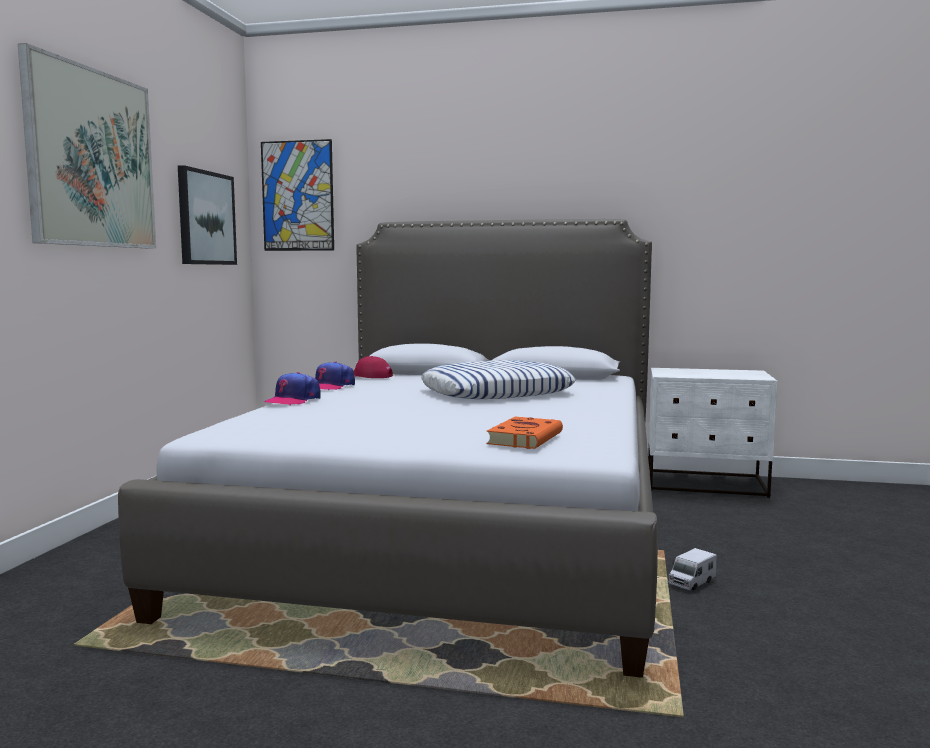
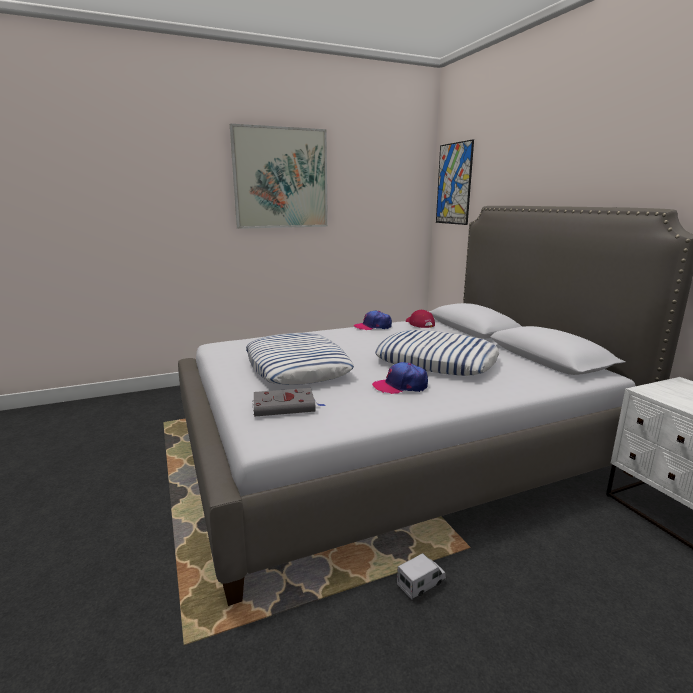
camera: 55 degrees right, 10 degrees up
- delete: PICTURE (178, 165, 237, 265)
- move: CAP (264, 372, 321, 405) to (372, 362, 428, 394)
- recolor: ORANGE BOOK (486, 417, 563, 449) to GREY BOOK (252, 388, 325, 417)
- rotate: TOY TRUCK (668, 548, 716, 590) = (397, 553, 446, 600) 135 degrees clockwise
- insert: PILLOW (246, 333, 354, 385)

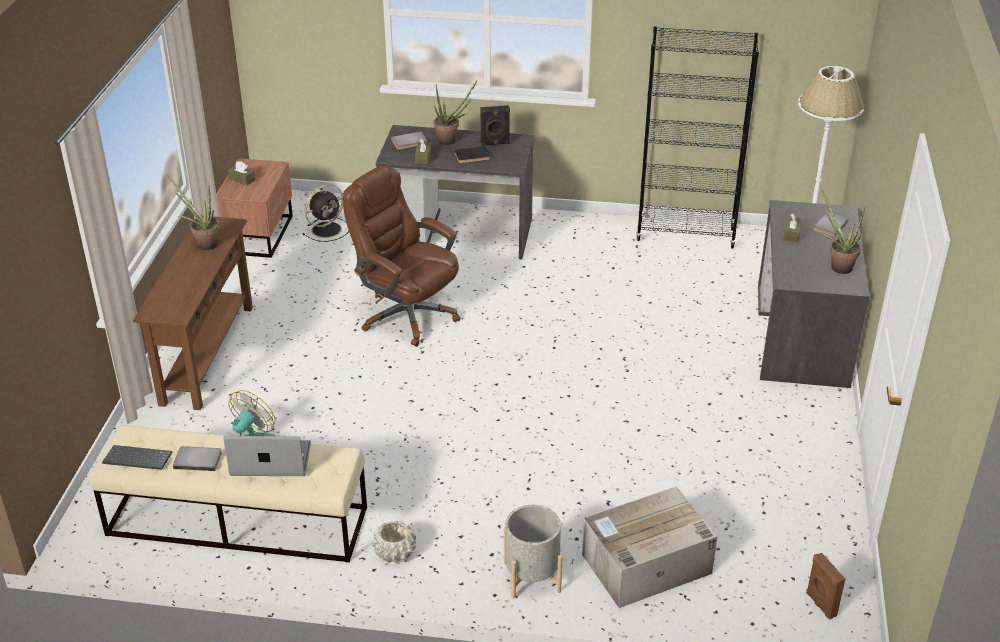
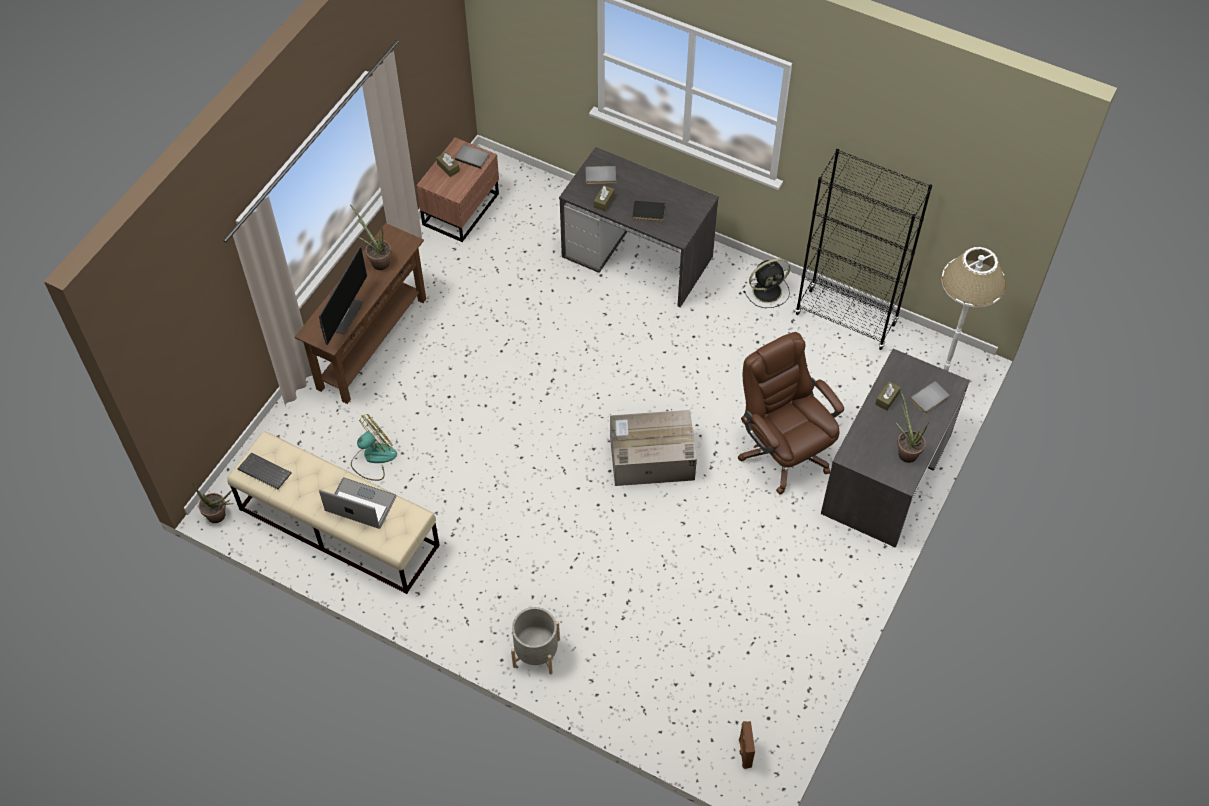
camera: 20 degrees right, 20 degrees up
- move: GREY BOOK (173, 446, 222, 471) to (455, 145, 489, 169)
- move: BLACK FAN (303, 184, 349, 242) to (743, 259, 790, 308)
- move: BROWN OFFICE CHAIR (343, 166, 460, 347) to (738, 332, 844, 495)
- delete: BEIGE PLANTER (372, 521, 416, 563)
- move: POTTED PLANT (434, 81, 477, 145) to (192, 483, 234, 523)
- delete: BLACK SPEAKER (480, 105, 510, 146)
- move: CARDBOARD BOX (582, 486, 717, 608) to (610, 410, 697, 486)
- insert: MONITOR (319, 246, 367, 345)

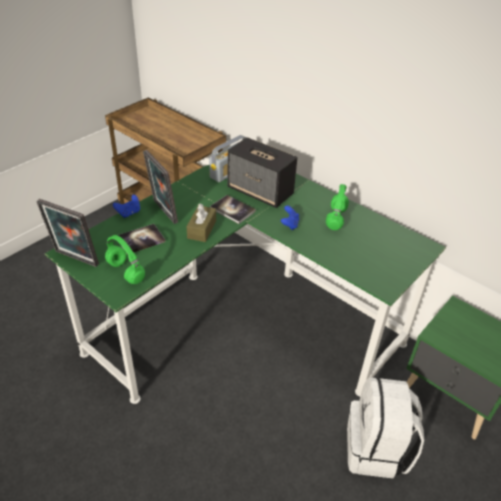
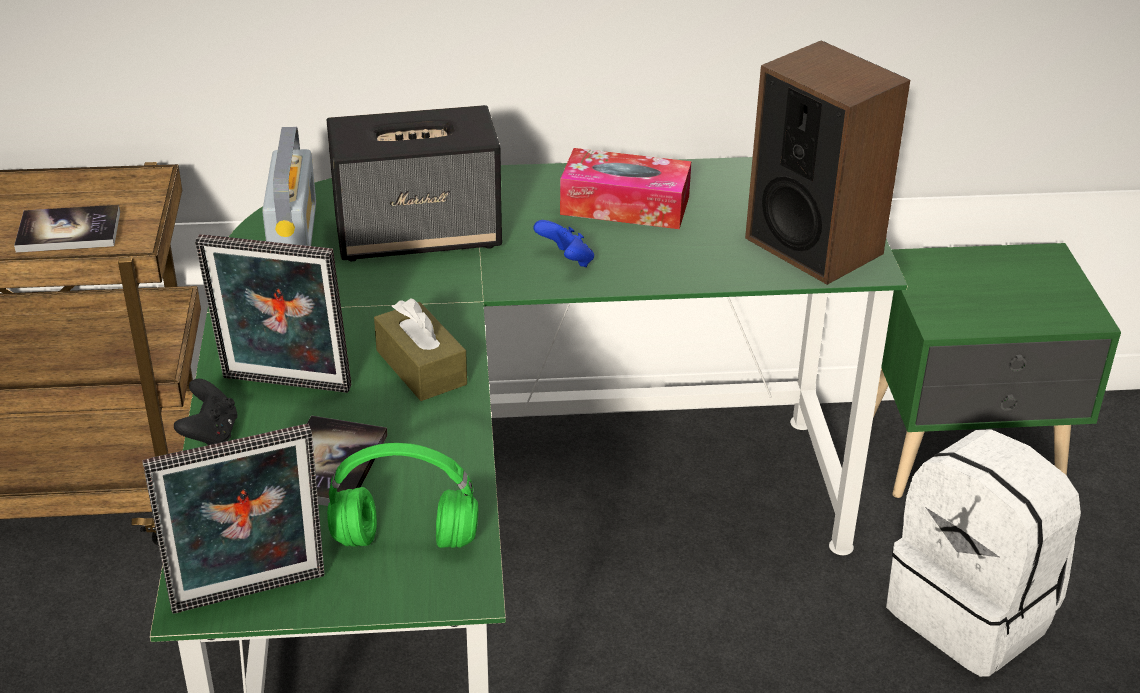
camera: 45 degrees left, 5 degrees down
- recolor: BLUE GAME CONTROLLER (113, 195, 140, 218) to BLACK GAME CONTROLLER (174, 379, 237, 445)
- move: BOOK (210, 195, 256, 224) to (14, 205, 120, 253)
- replace: GREEN HEADPHONES (326, 184, 349, 230) to TISSUE BOX (560, 148, 691, 229)
- insert: SPEAKER (745, 40, 910, 285)

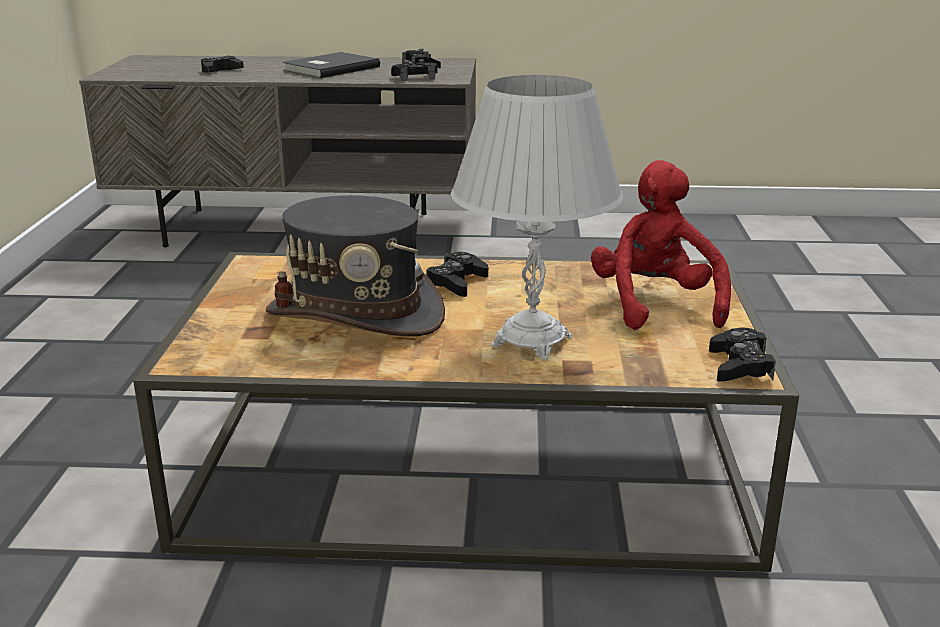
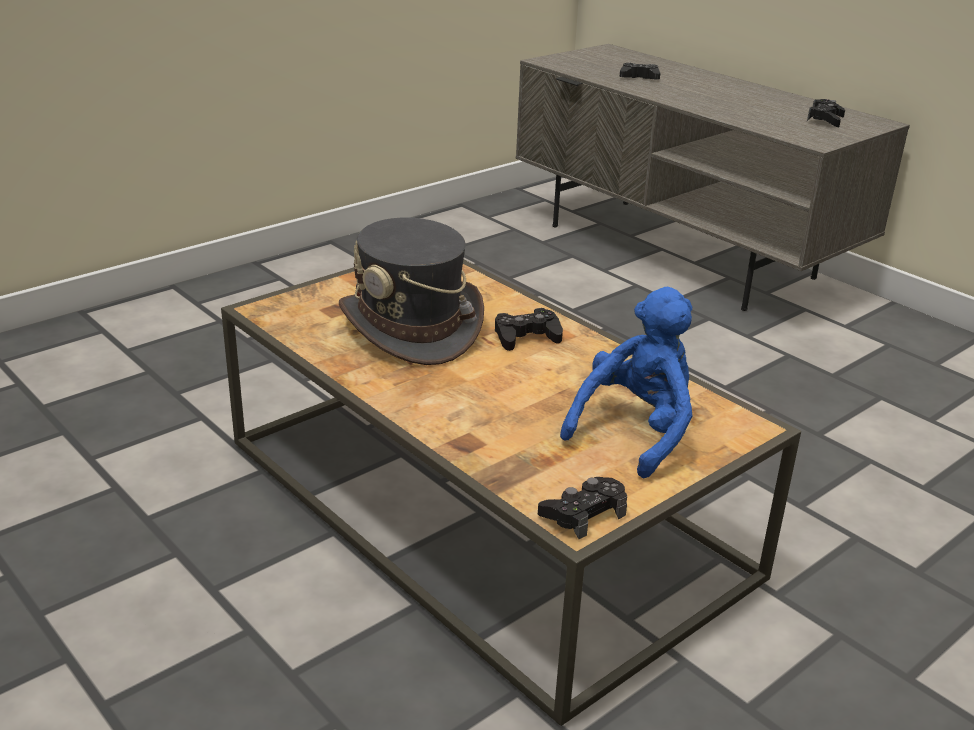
camera: 45 degrees right, 5 degrees up
- delete: GREY BOOK (283, 52, 380, 78)
- delete: BLACK GAME CONTROLLER (391, 59, 437, 81)
- delete: WHITE TABLE LAMP (451, 75, 623, 360)
- recolor: RED PLUSH TOY (591, 160, 731, 330) to BLUE PLUSH TOY (560, 287, 692, 479)

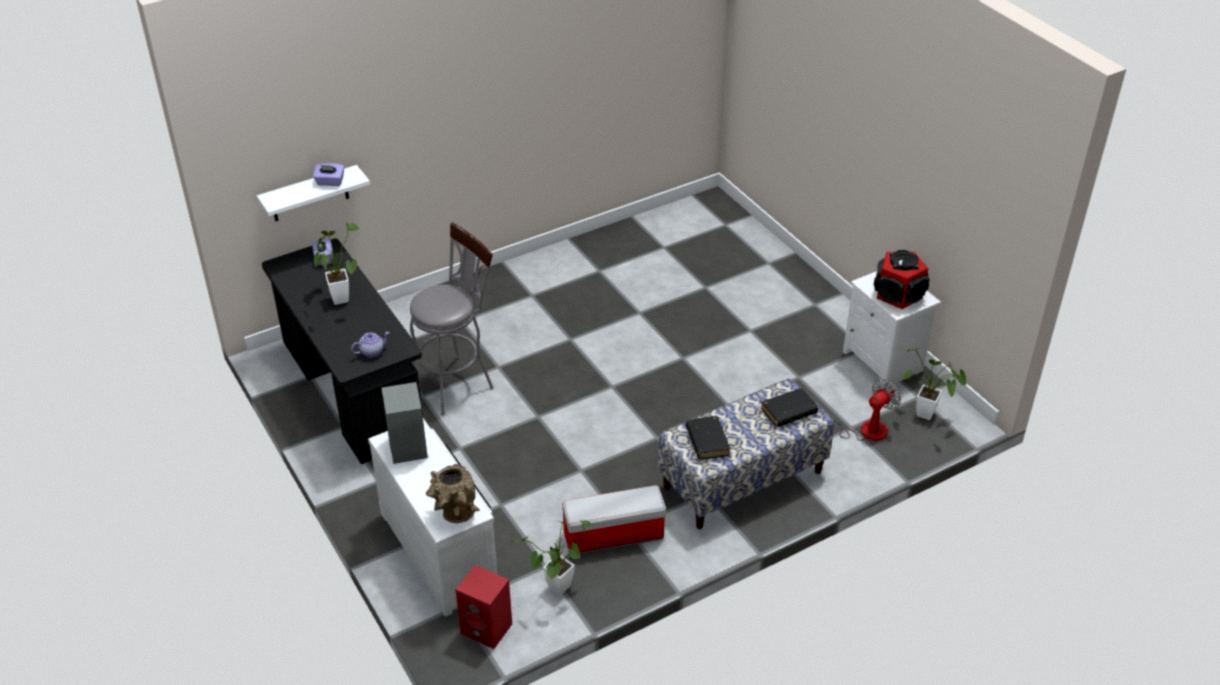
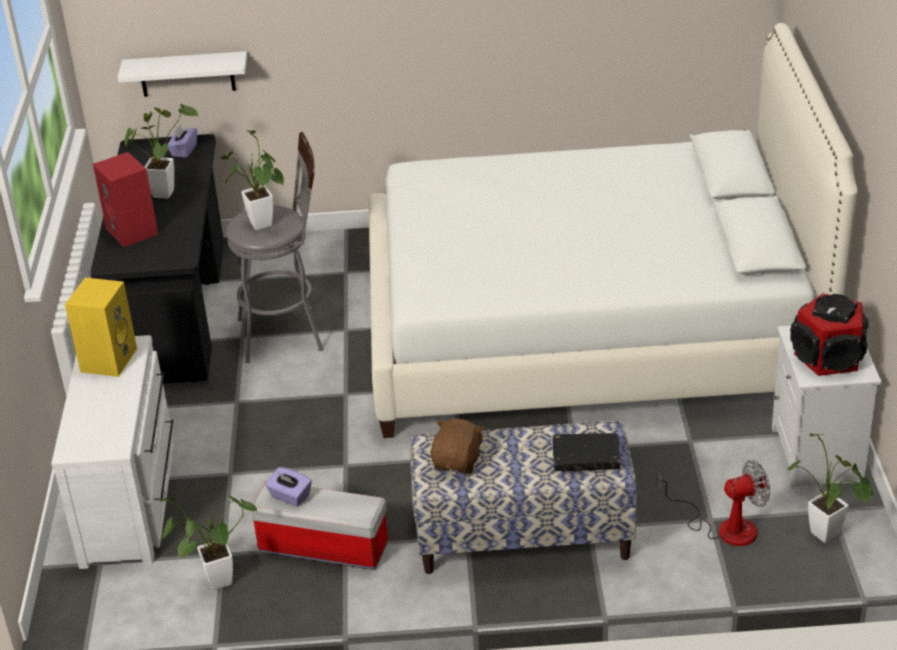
camera: 30 degrees right, 5 degrees down
- move: PURPLE TISSUE BOX (313, 163, 344, 186) to (266, 467, 312, 506)
- delete: TEAPOT (351, 332, 389, 358)
- recolor: GREY SPEAKER (382, 382, 428, 464) to YELLOW SPEAKER (65, 278, 137, 377)
- delete: BROWN VASE (426, 464, 480, 523)
- move: RED SPEAKER (455, 565, 512, 649) to (93, 152, 158, 247)
- replace: BLACK BOOK (686, 416, 730, 459) to BROWN PLUSH TOY (431, 419, 485, 474)
- insert: POTTED PLANT (221, 130, 284, 230)
- insert: WHITE BED (369, 23, 858, 438)

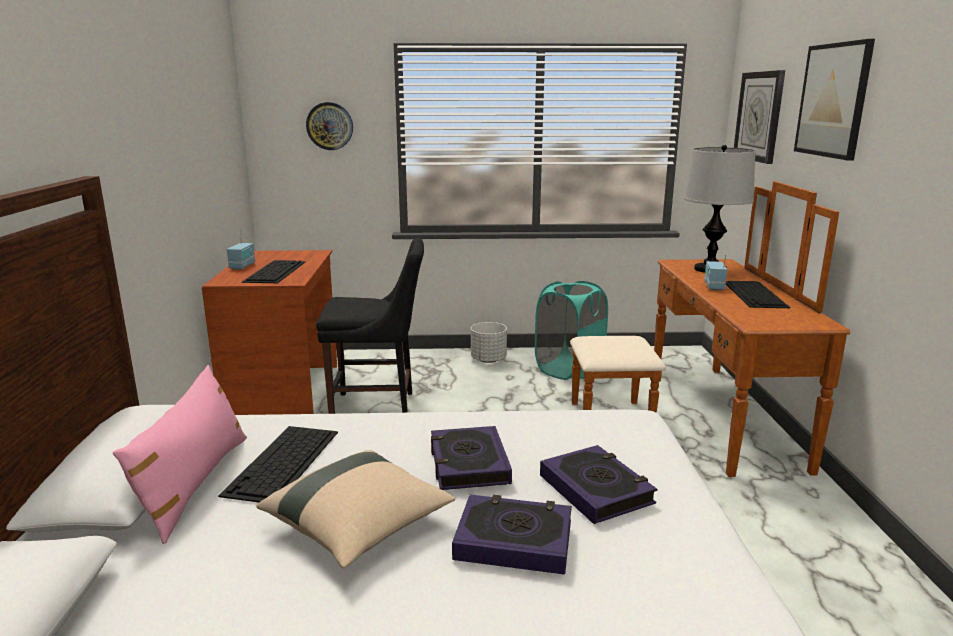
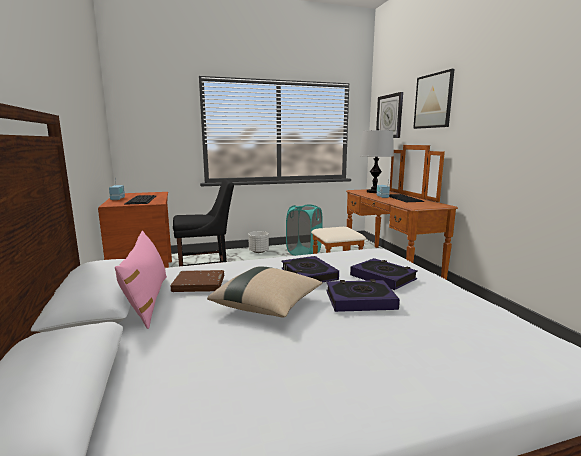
camera: 15 degrees left, 5 degrees down
- replace: KEYBOARD (218, 426, 338, 502) to BROWN BOOK (171, 270, 224, 292)
- delete: WALL CLOCK (306, 102, 353, 150)

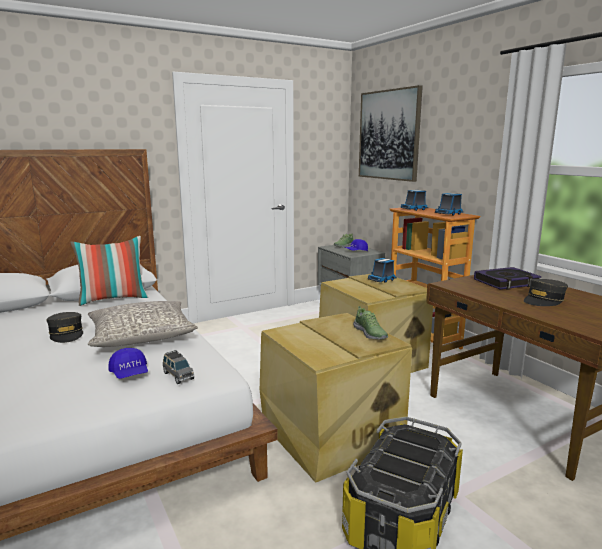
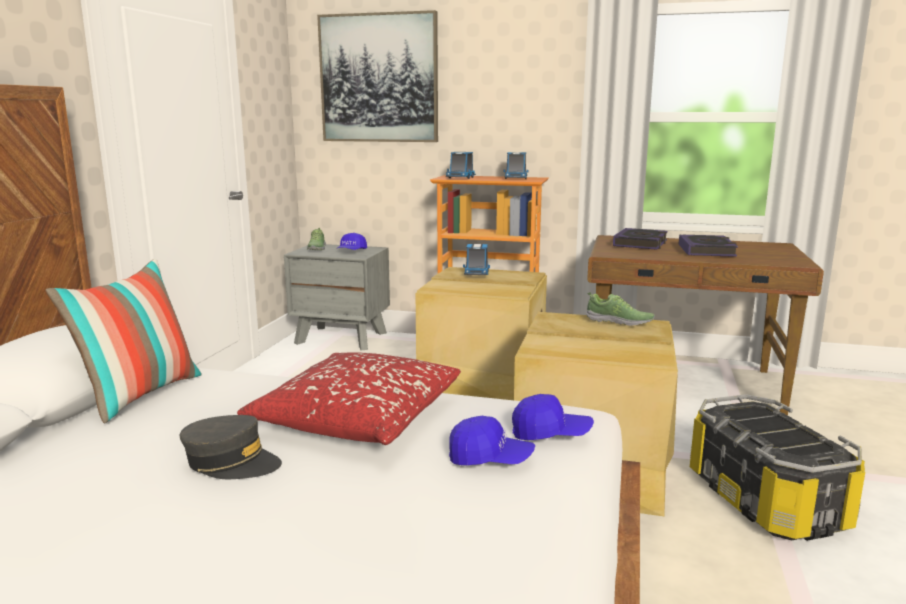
camera: 45 degrees left, 0 degrees up
- recolor: GREY PILLOW (88, 301, 198, 347) to RED PILLOW (237, 352, 461, 445)
- replace: GREY TOY CAR (163, 350, 194, 384) to BLUE CAP (512, 394, 594, 440)
- replace: GREY CAP (524, 279, 568, 306) to BOOK (679, 234, 738, 257)

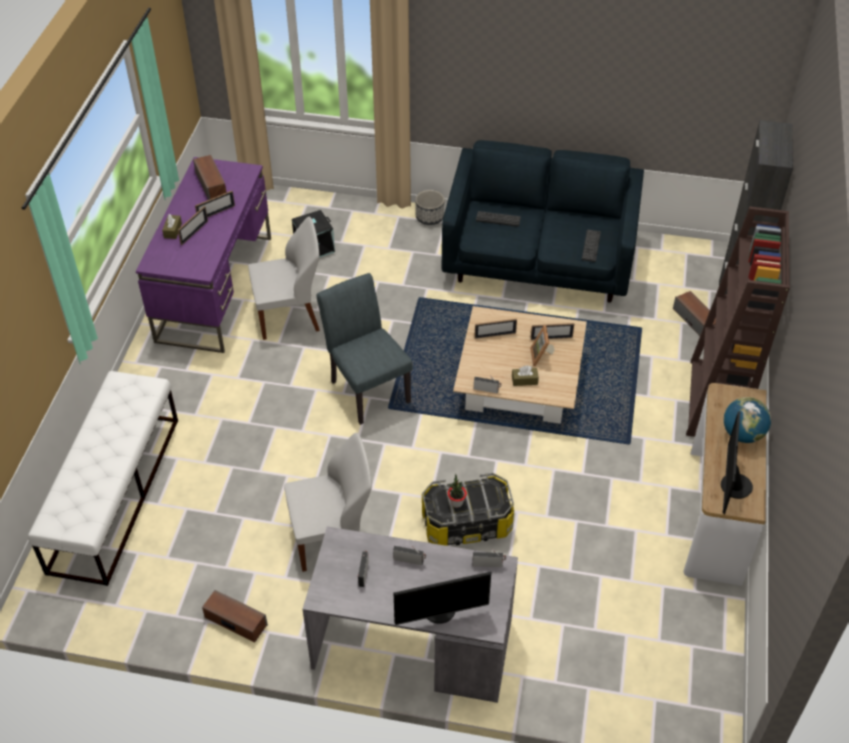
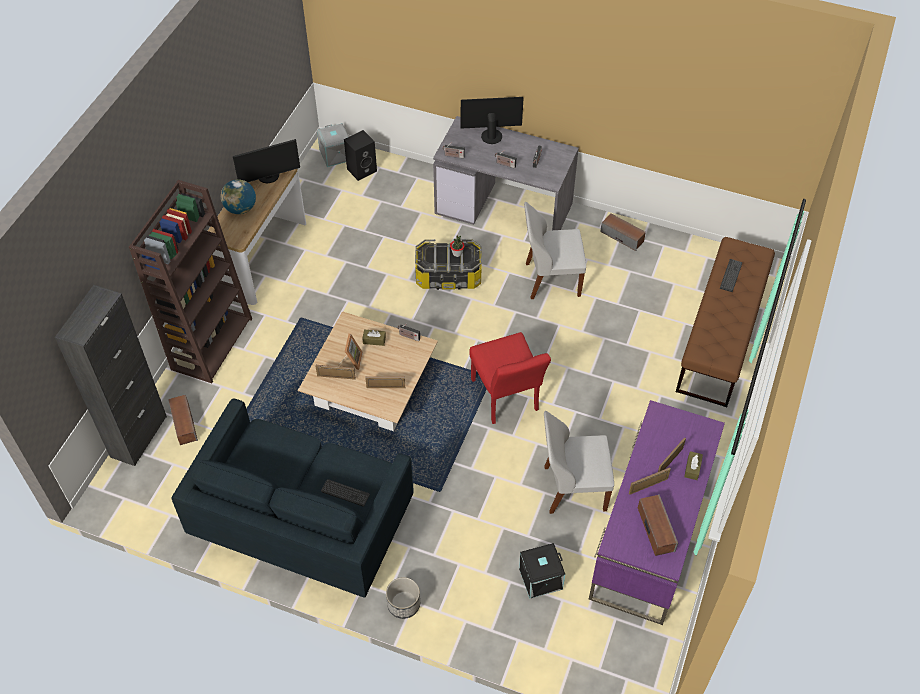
camera: 170 degrees left, 5 degrees up
- recolor: WHITE BENCH (28, 371, 178, 586) to BROWN BENCH (676, 237, 775, 407)
- recolor: GREY CHAIR (317, 273, 413, 425) to RED CHAIR (469, 332, 551, 424)
- move: KEYBOARD (582, 230, 601, 262) to (720, 259, 742, 292)
- rotate: MONITOR (721, 411, 753, 515) = (233, 139, 300, 183) 45 degrees clockwise
- insert: GREY STORAGE BOX (317, 123, 349, 167)
- insert: BLACK SPEAKER (344, 130, 377, 181)

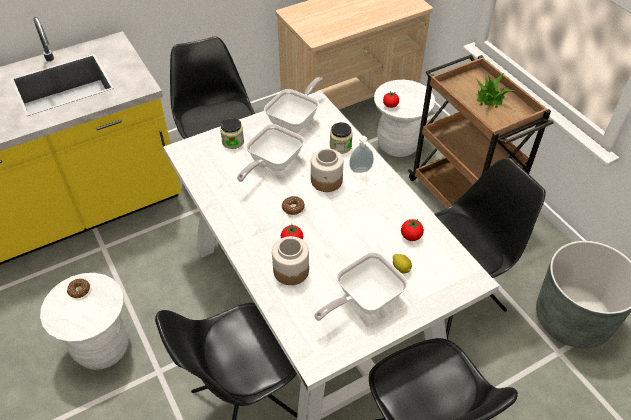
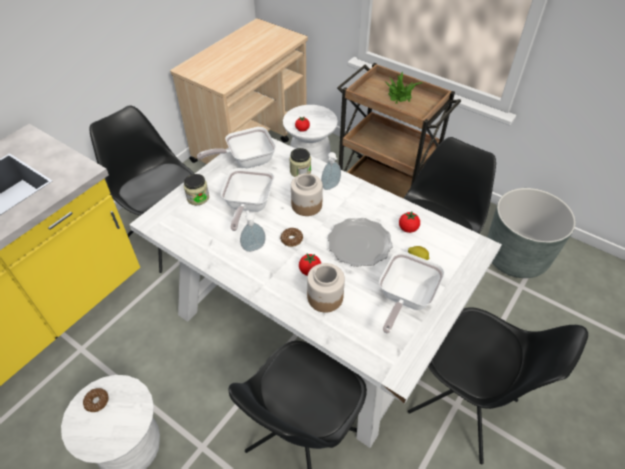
camera: 25 degrees left, 0 degrees up
- rotate: FRYING PAN (264, 77, 323, 133) = (197, 127, 276, 168) 120 degrees counterclockwise
- insert: SOAP DISPENSER (240, 211, 266, 252)
- insert: PLATE (328, 218, 393, 267)

